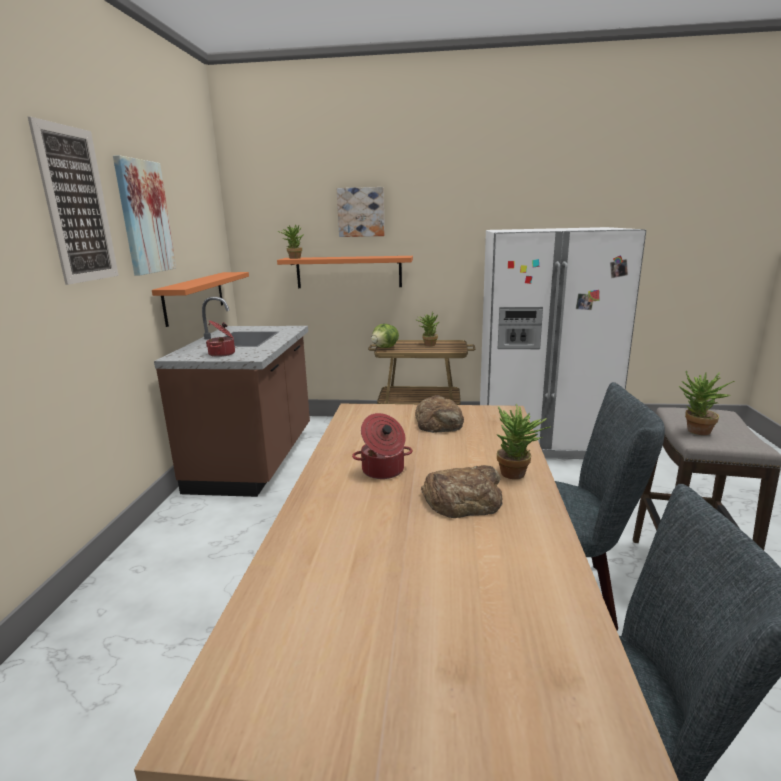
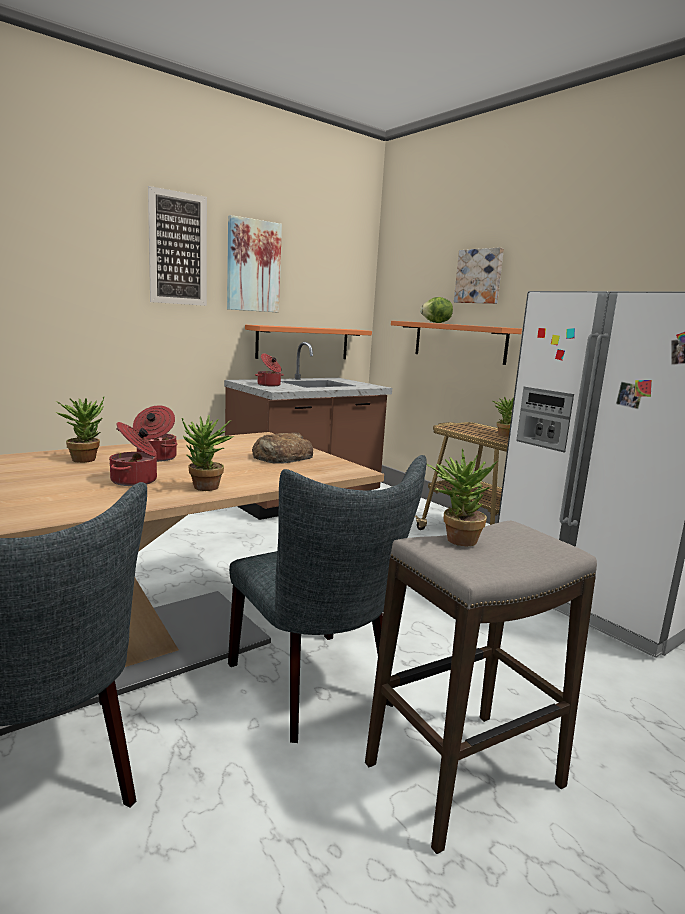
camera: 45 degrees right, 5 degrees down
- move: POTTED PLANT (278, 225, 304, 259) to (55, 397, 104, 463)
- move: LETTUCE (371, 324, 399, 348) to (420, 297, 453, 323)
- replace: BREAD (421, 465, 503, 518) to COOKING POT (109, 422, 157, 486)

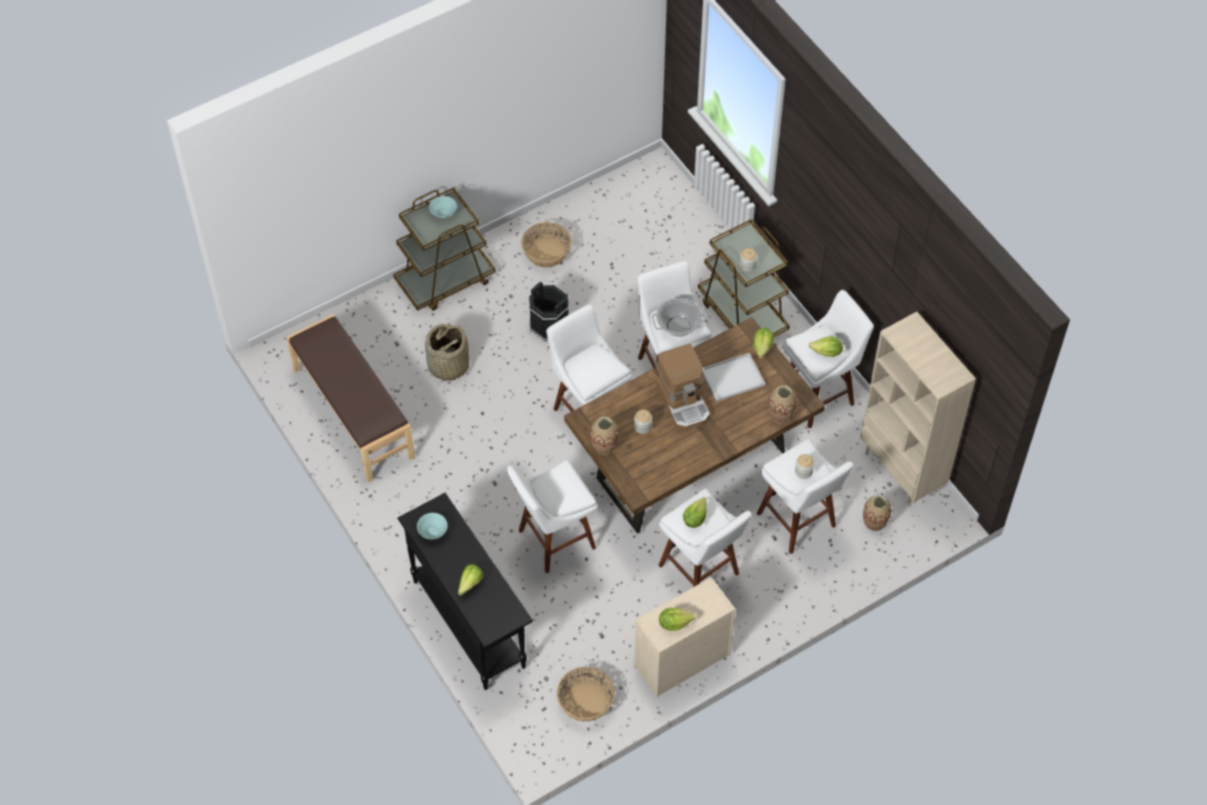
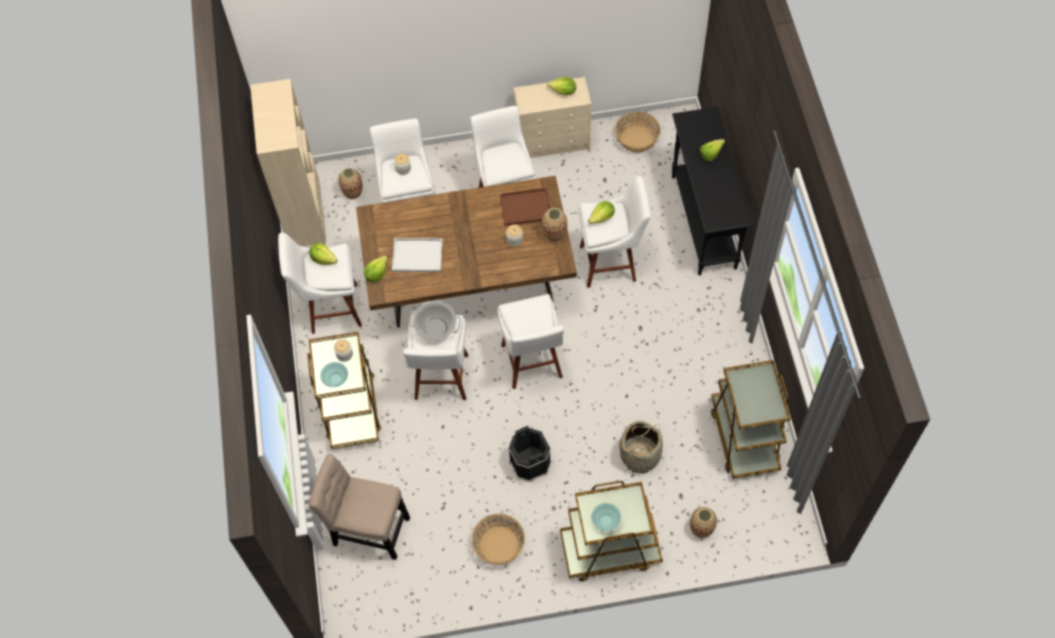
camera: 155 degrees left, 5 degrees up
- replace: BROWN BENCH (286, 314, 415, 482) to BROWN CART (711, 360, 791, 479)
- move: TURQUOISE BOWL (417, 513, 448, 539) to (320, 362, 348, 387)
- delete: COFFEE MACHINE (656, 344, 710, 430)
- move: LETTUCE (683, 497, 707, 528) to (588, 201, 615, 224)
- move: VASE (768, 385, 797, 424) to (690, 507, 717, 538)
- insert: BEIGE CHAIR (309, 454, 410, 560)
- insert: BROWN TRAY (500, 188, 550, 226)

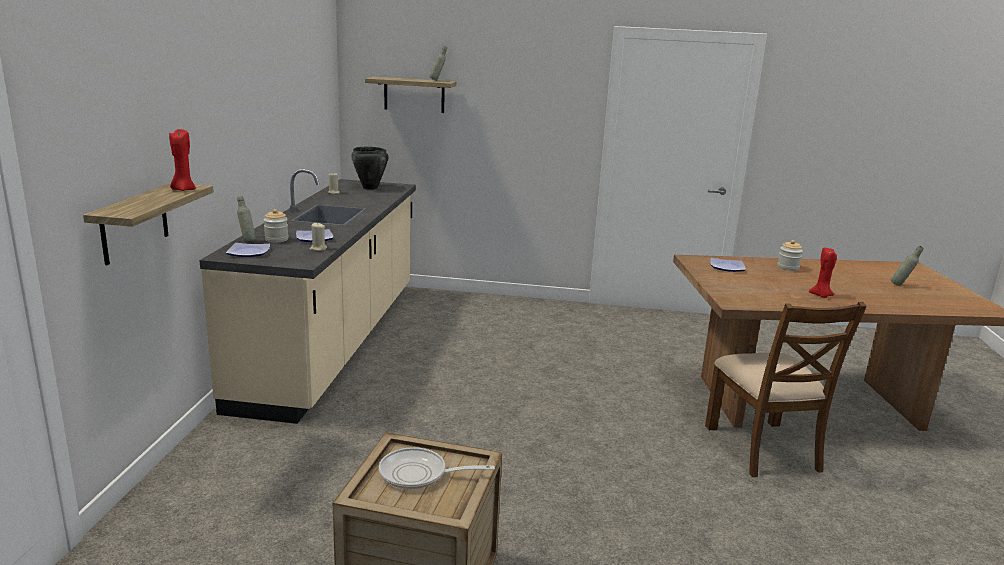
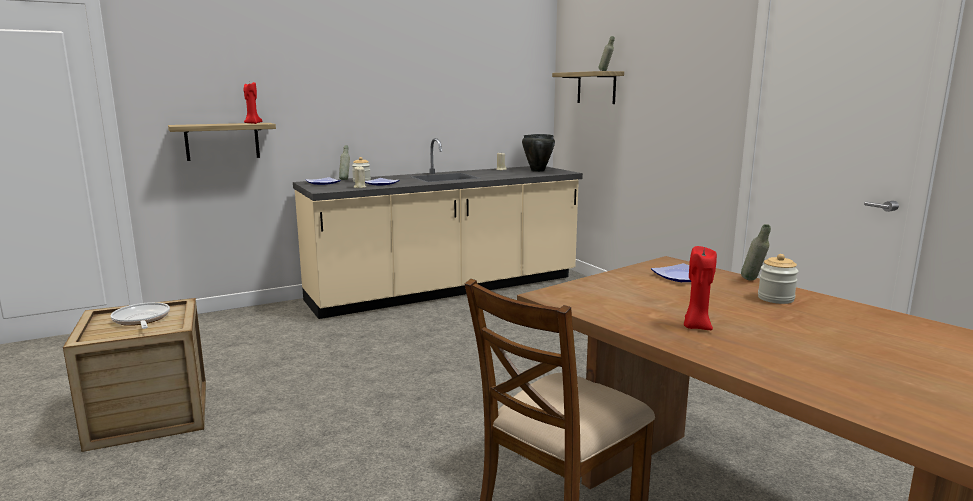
camera: 55 degrees right, 5 degrees down
- move: GREY BOTTLE (891, 246, 924, 286) to (741, 224, 771, 280)

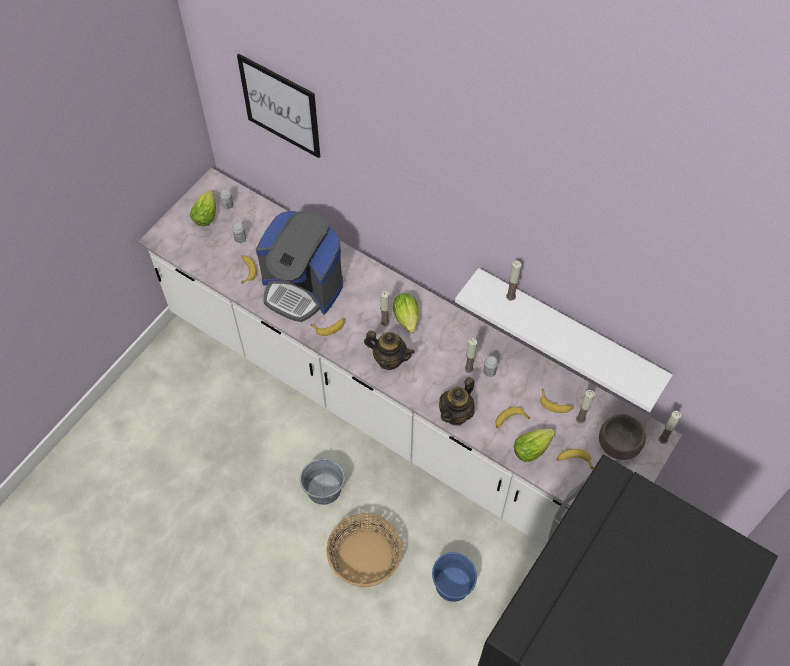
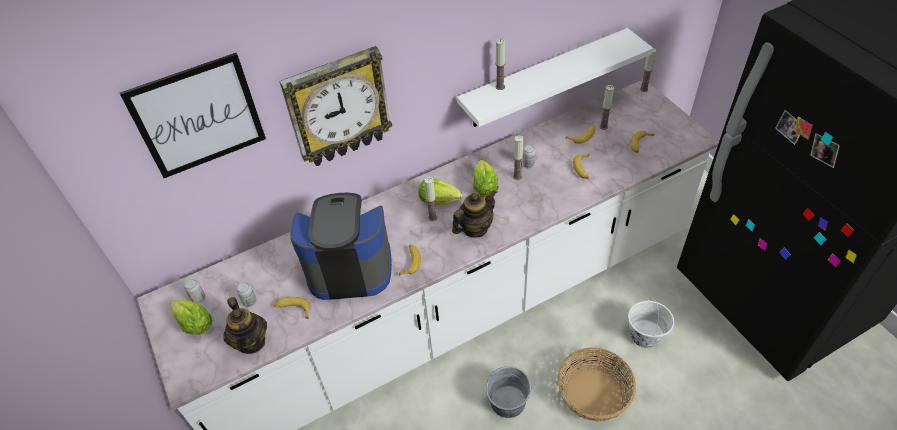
camera: 60 degrees left, 10 degrees down
- rotate: COFFEE MACHINE (256, 211, 343, 322) = (290, 193, 392, 300) 150 degrees counterclockwise
- recolor: BLUE BUCKET (432, 552, 477, 602) to WHITE BUCKET (628, 298, 674, 348)
- move: TEAPOT (439, 377, 474, 426) to (223, 297, 267, 354)
- move: LETTUCE (514, 429, 555, 462) to (473, 160, 499, 197)
- delete: BROWN BOWL (599, 414, 646, 460)
- insert: WALL CLOCK (280, 46, 392, 166)

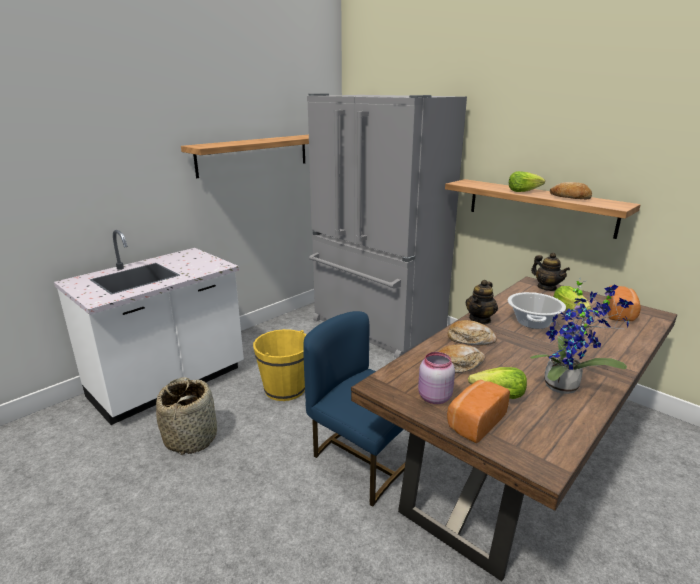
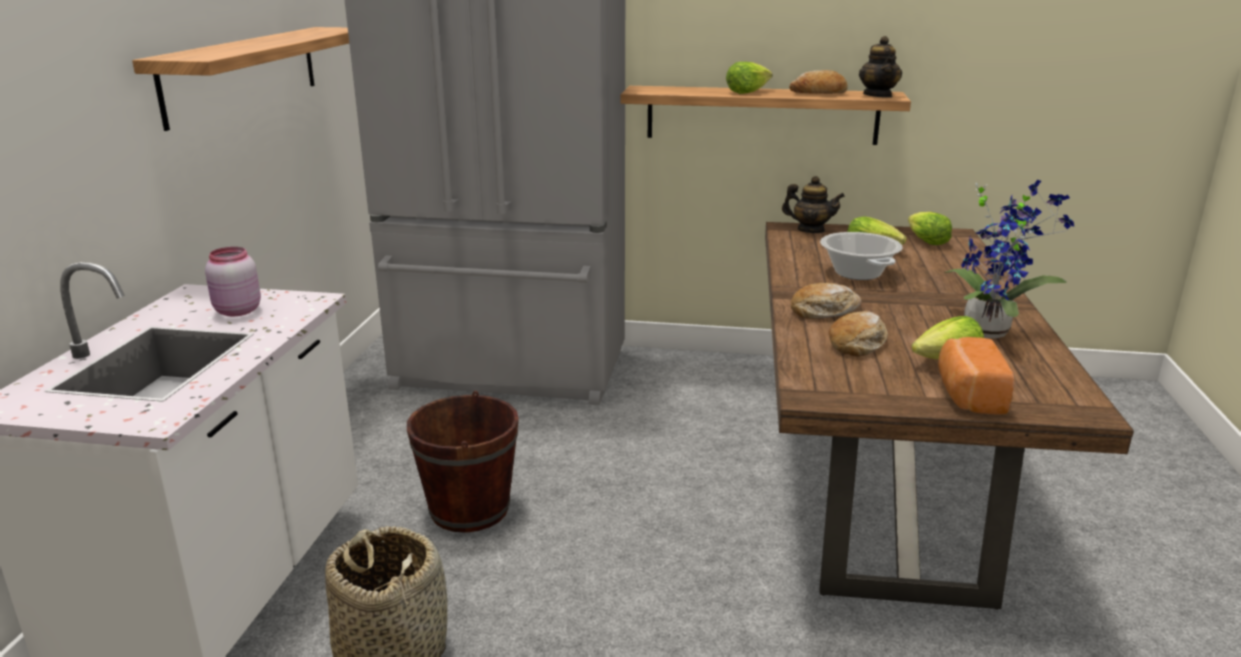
camera: 35 degrees left, 0 degrees up
- recolor: YELLOW BUCKET (253, 329, 307, 401) to BROWN BUCKET (407, 391, 519, 533)
- delete: BLUE CHAIR (303, 311, 405, 507)
- move: PINK JAR (418, 352, 455, 404) to (205, 247, 261, 316)
- move: TEAPOT (466, 280, 498, 325) to (859, 36, 902, 98)
- replace: BREAD (606, 285, 641, 321) to LETTUCE (908, 212, 952, 245)

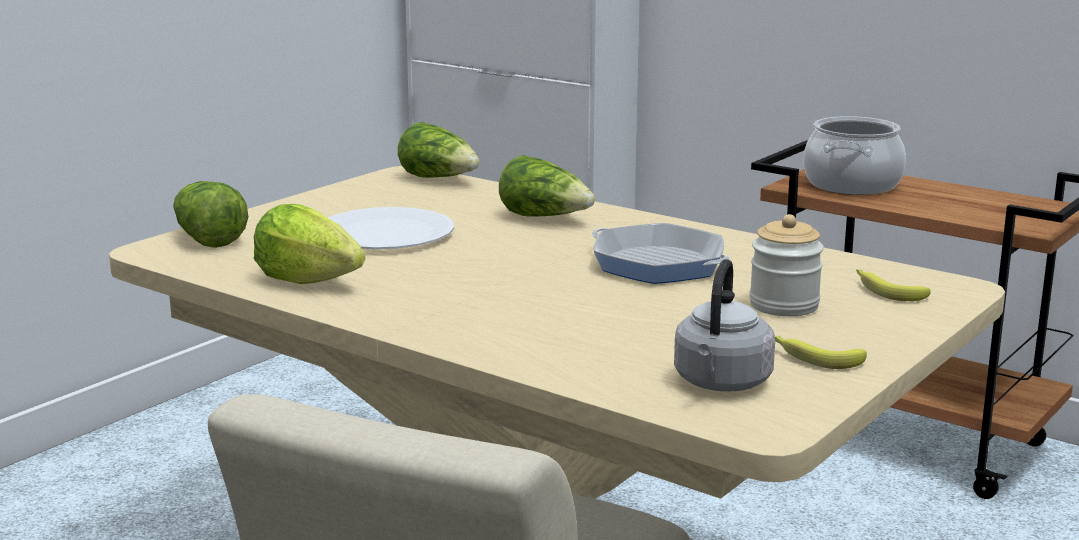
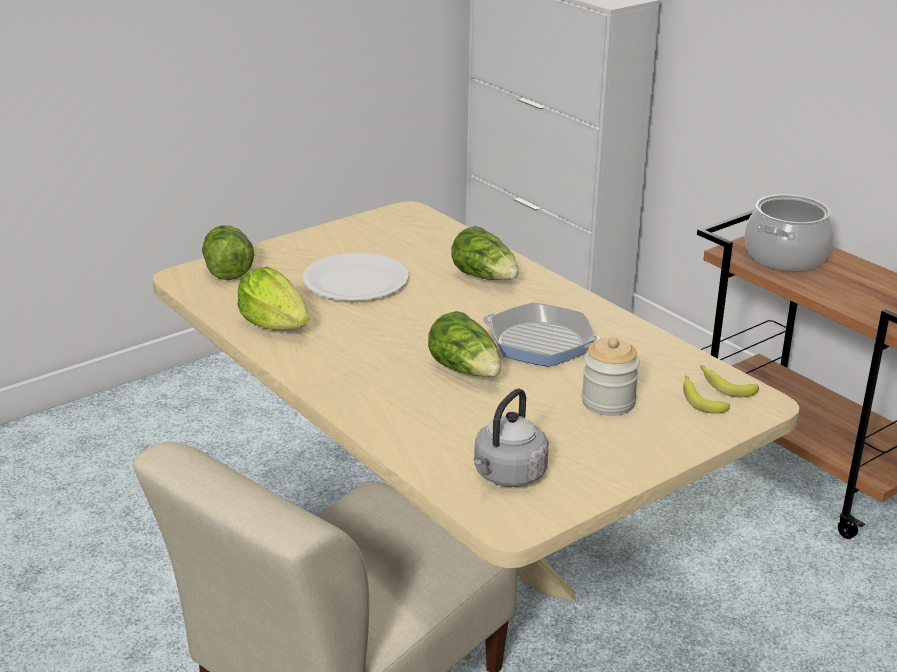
camera: 15 degrees right, 10 degrees up
- move: LETTUCE (398, 122, 480, 178) to (428, 311, 501, 377)
- rotate: FRYING PAN (592, 223, 730, 284) = (483, 302, 601, 367) 150 degrees clockwise
- move: BANANA (775, 336, 867, 369) to (700, 365, 759, 397)

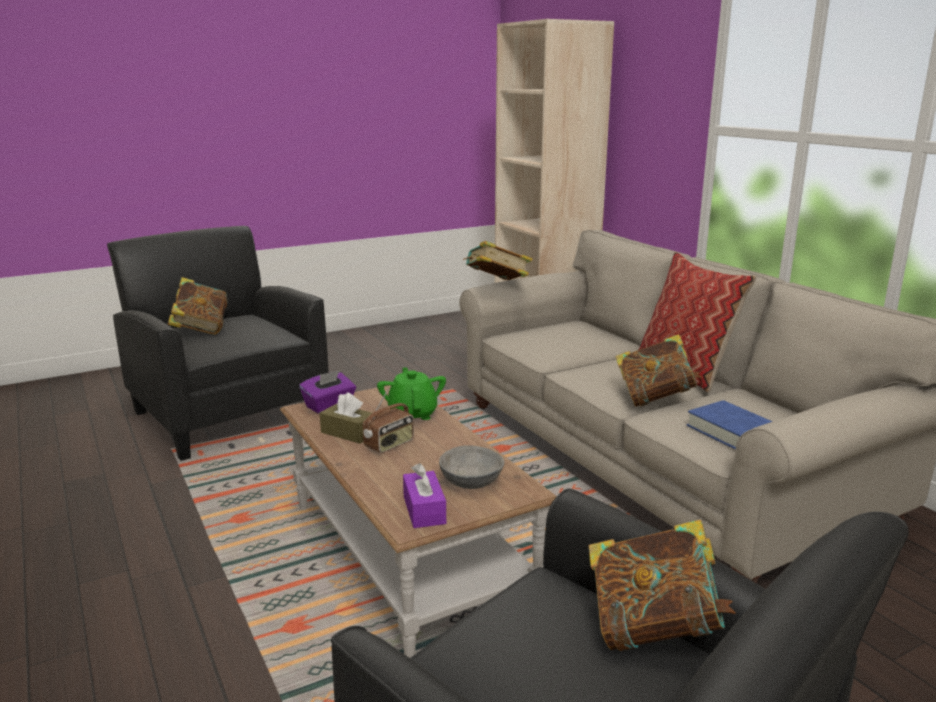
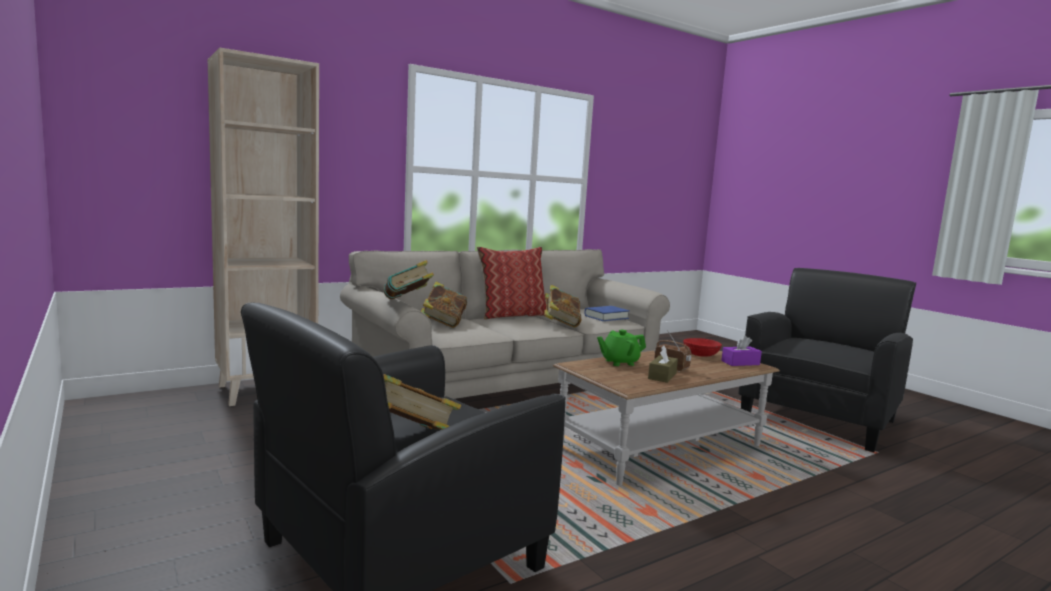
camera: 95 degrees left, 10 degrees down
- delete: PURPLE TISSUE BOX (299, 370, 356, 414)
- recolor: GREY BOWL (439, 445, 504, 489) to RED BOWL (683, 338, 722, 357)
- move: BOOK (589, 520, 736, 651) to (421, 282, 467, 328)

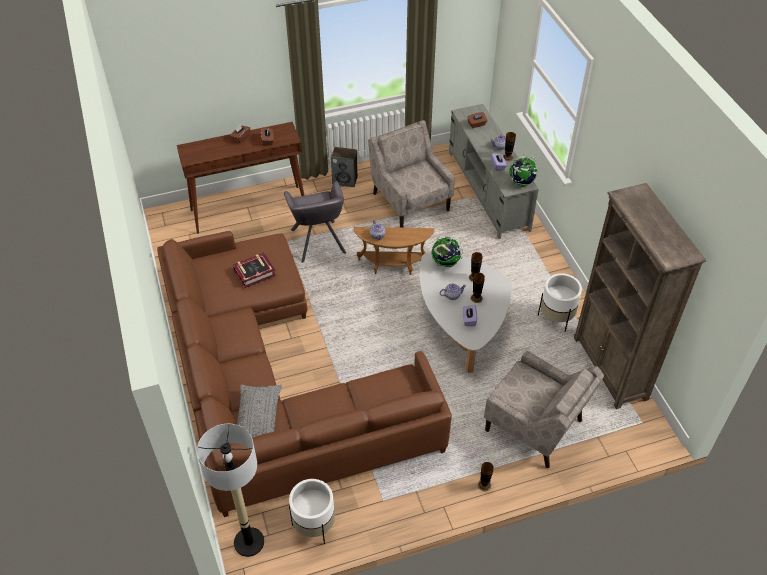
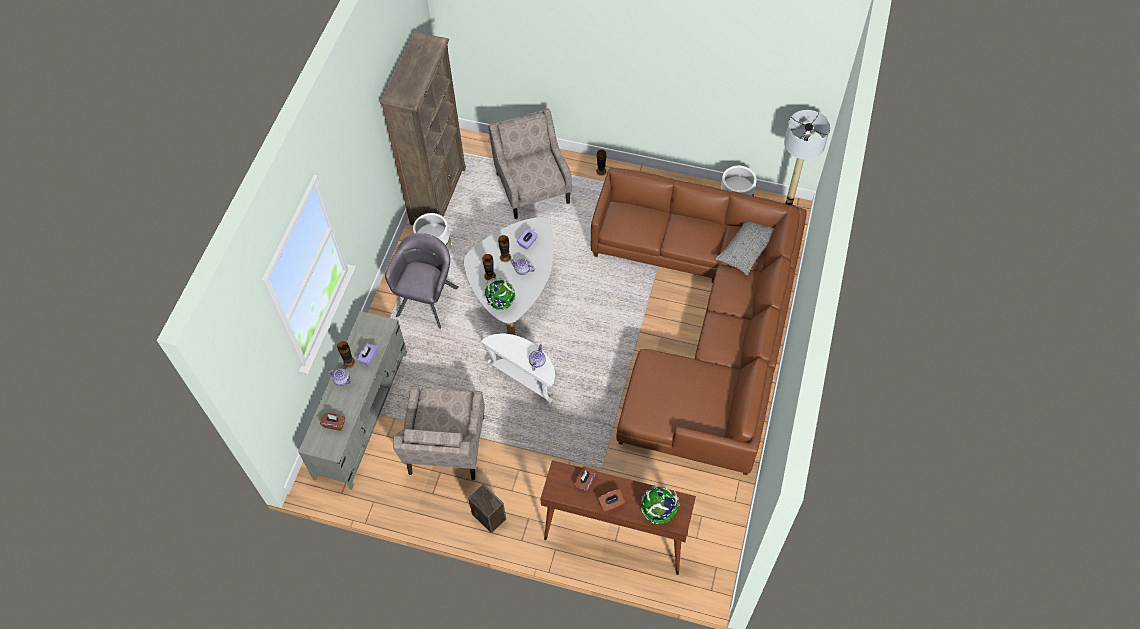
camera: 145 degrees left, 10 degrees up
- delete: BOOK (233, 253, 276, 288)
- move: GREY ARMCHAIR (284, 181, 346, 263) to (385, 233, 459, 329)
- recolor: BROWN SIDE TABLE (353, 227, 434, 275) to WHITE SIDE TABLE (481, 333, 555, 405)
- move: GLOBE (510, 155, 539, 186) to (641, 486, 680, 524)

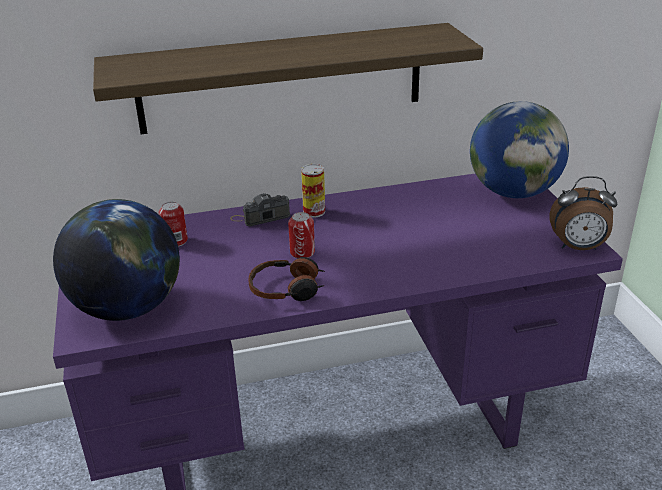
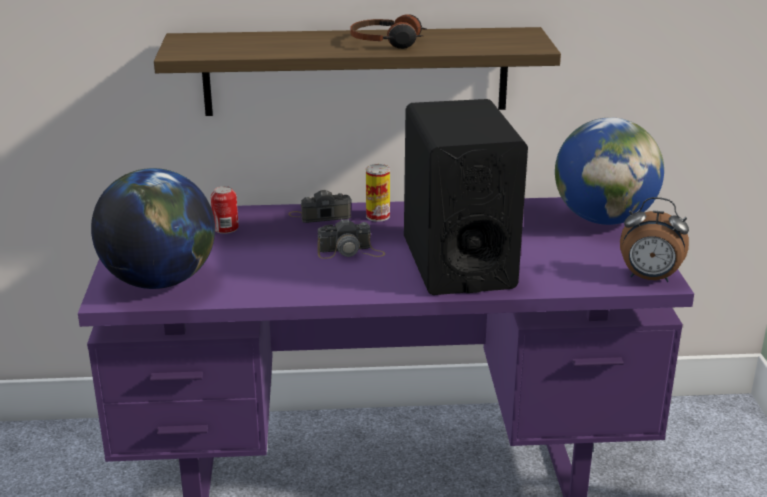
camera: 10 degrees right, 5 degrees down
- move: HEADPHONES (248, 257, 325, 301) to (350, 14, 426, 49)
- replace: CAN (288, 212, 315, 258) to PHOTO CAMERA (317, 218, 385, 259)
- insert: BLACK SPEAKER (404, 99, 528, 295)

